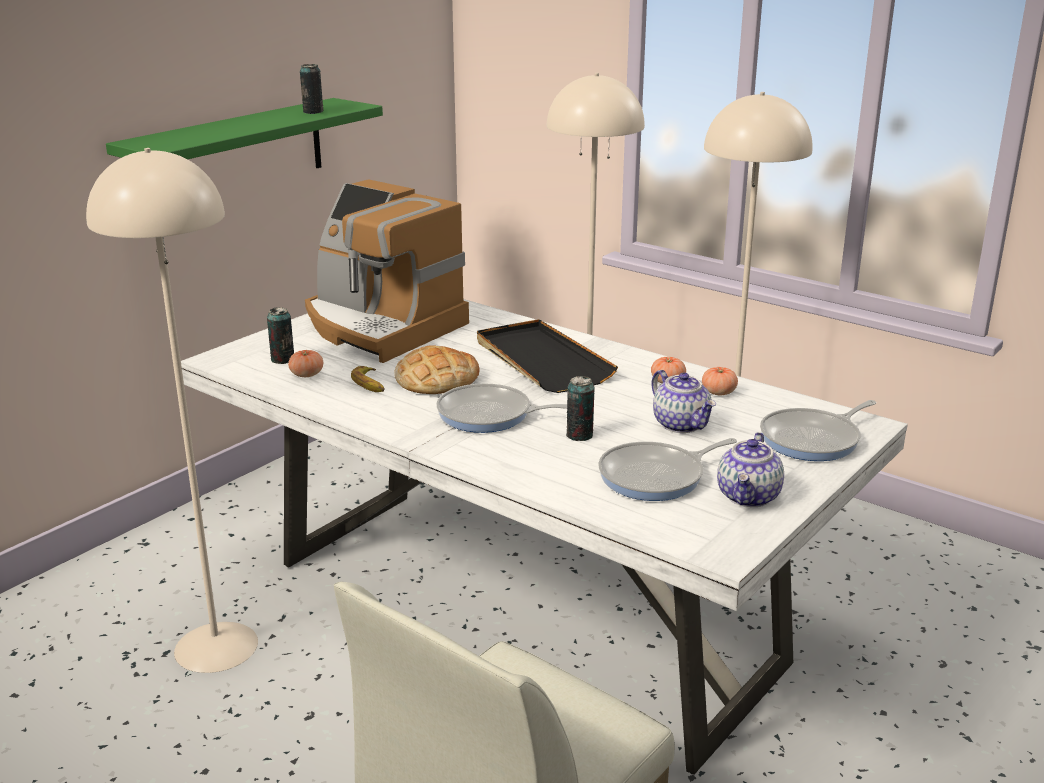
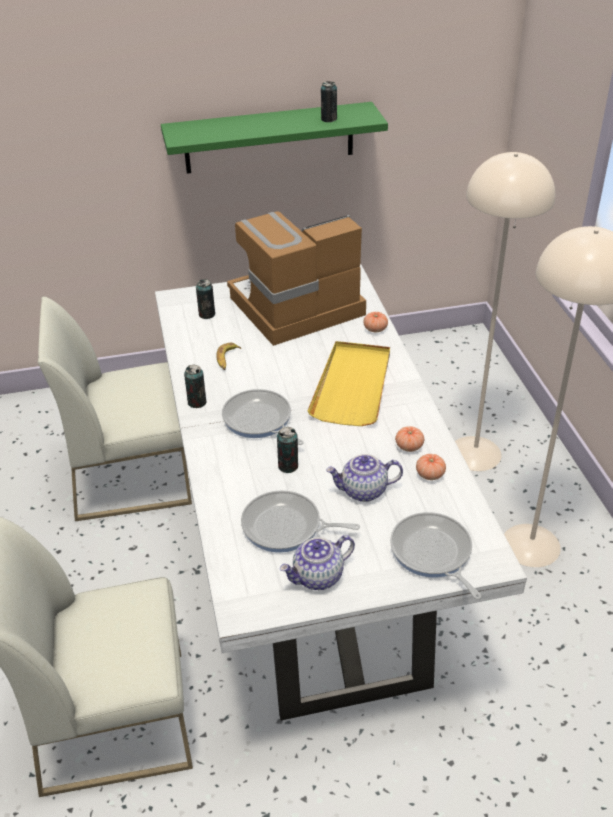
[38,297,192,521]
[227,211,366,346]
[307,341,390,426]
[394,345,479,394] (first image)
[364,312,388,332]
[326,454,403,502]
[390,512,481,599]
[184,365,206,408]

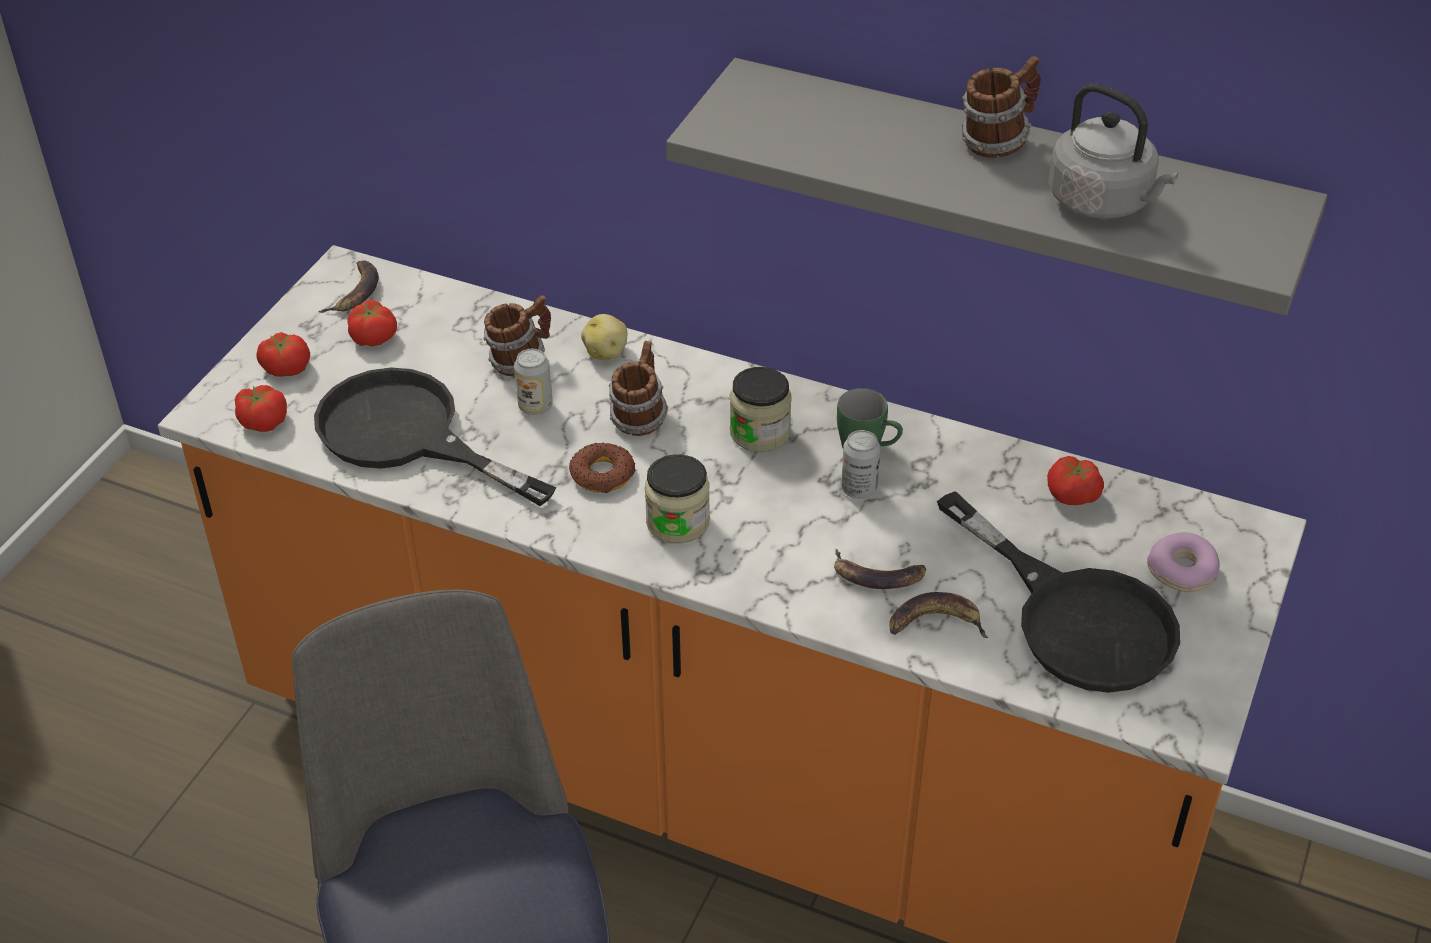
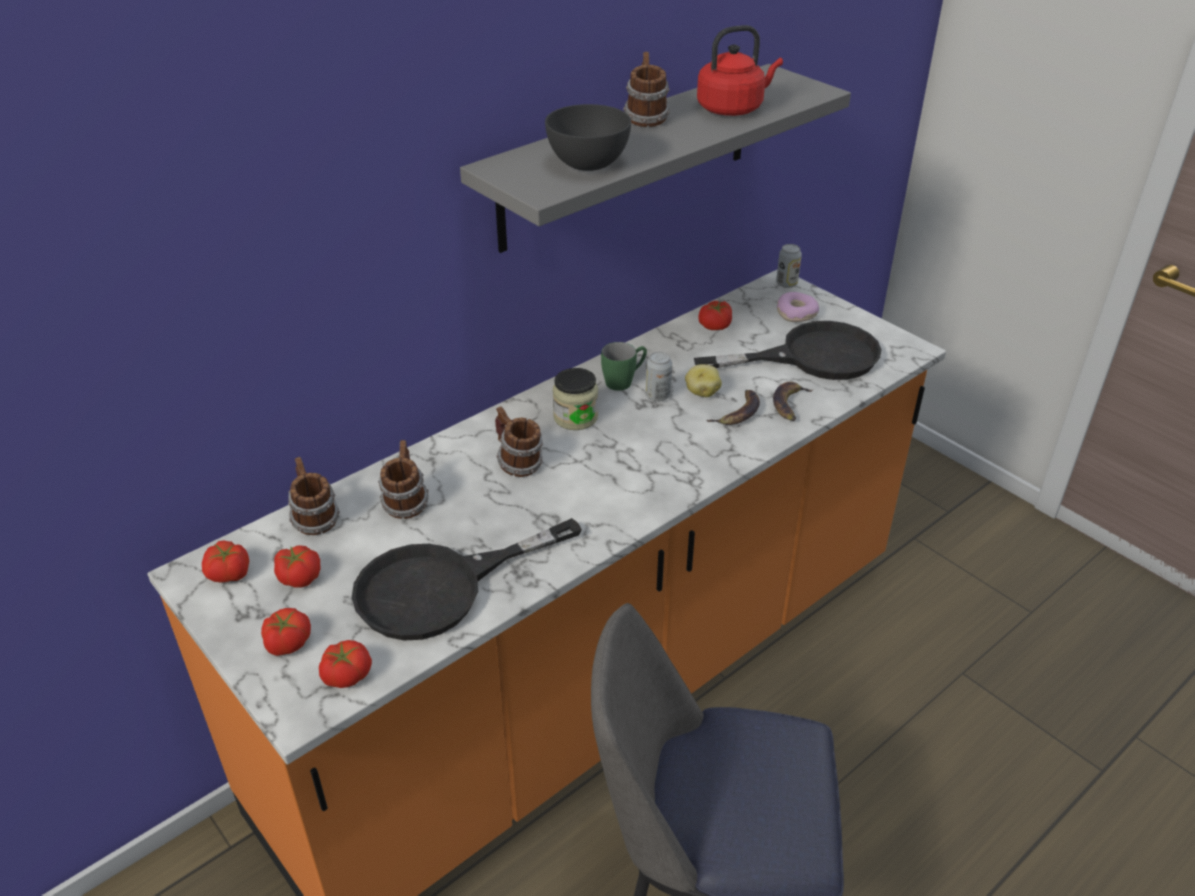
[697,25,783,116]
[202,540,249,583]
[685,364,722,397]
[776,244,802,288]
[569,442,636,493] (first image)
[645,454,710,543] (first image)
[545,104,631,171]
[288,457,340,535]

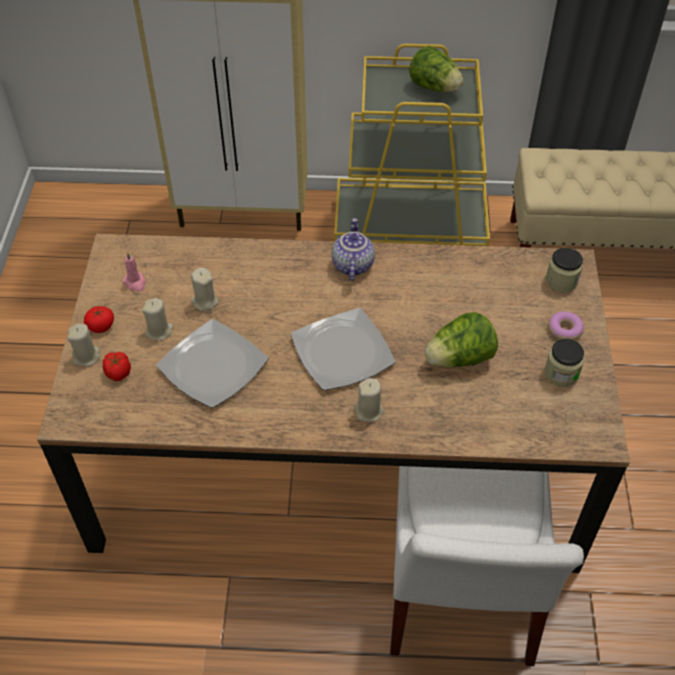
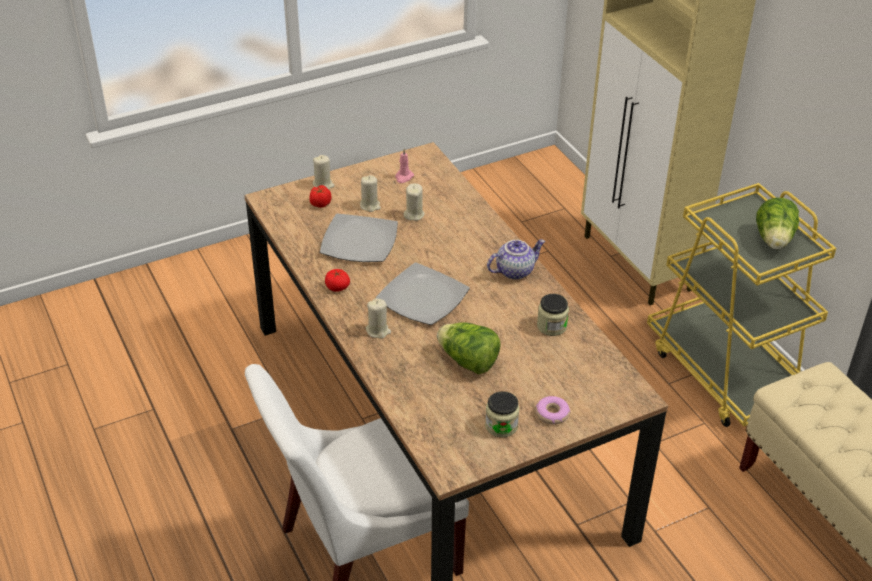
[537,294,569,336]
[325,269,350,292]

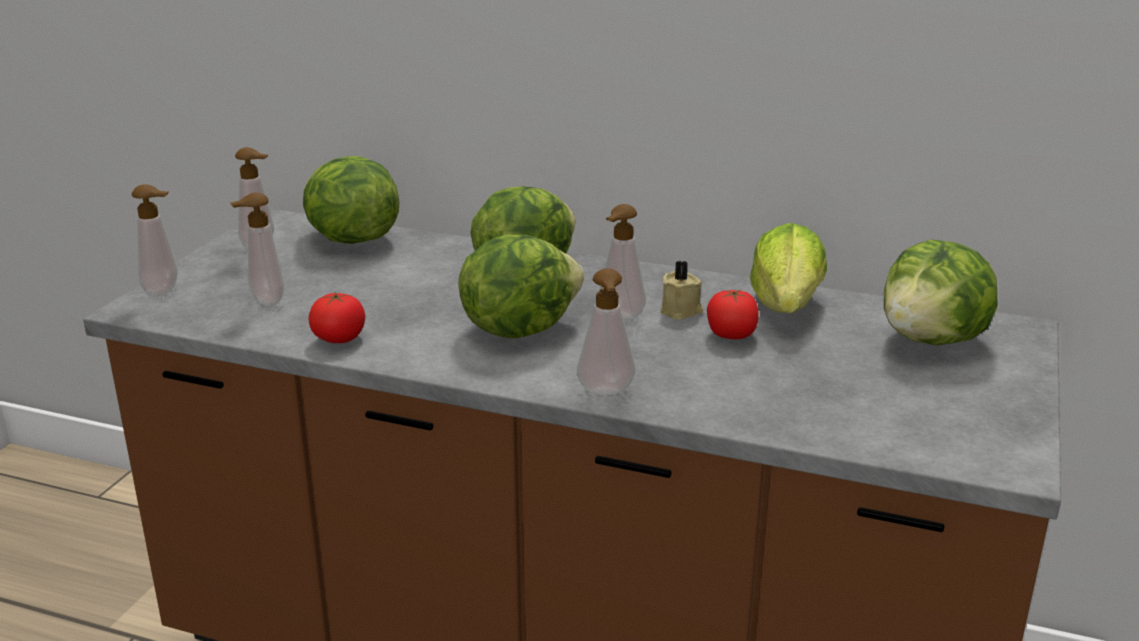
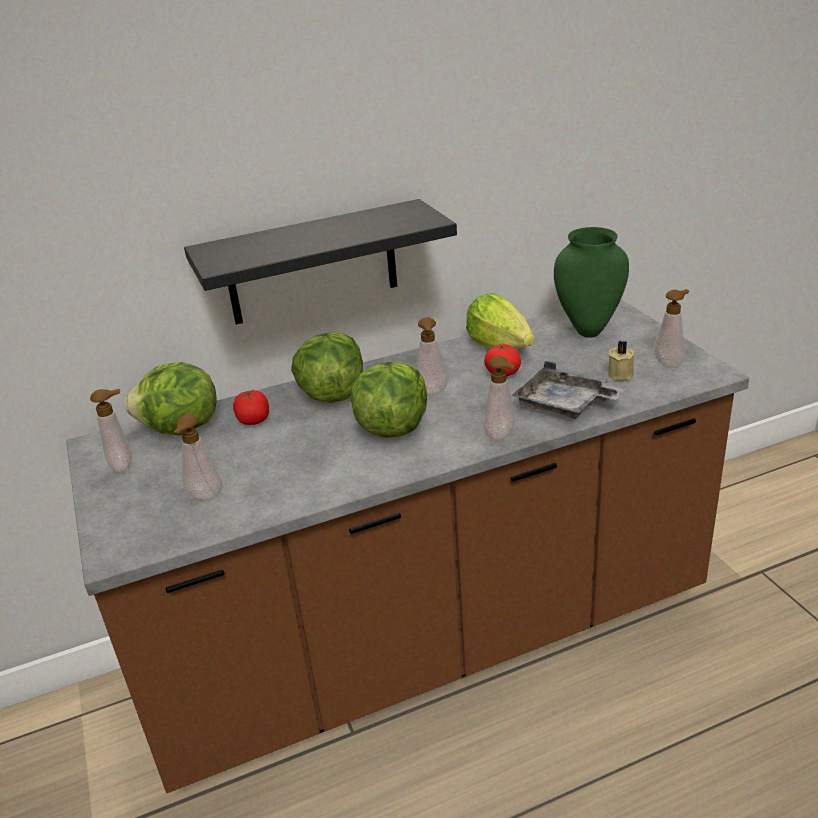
[654,289,689,368]
[554,227,629,338]
[608,341,634,381]
[233,390,269,425]
[184,199,457,325]
[511,361,625,419]

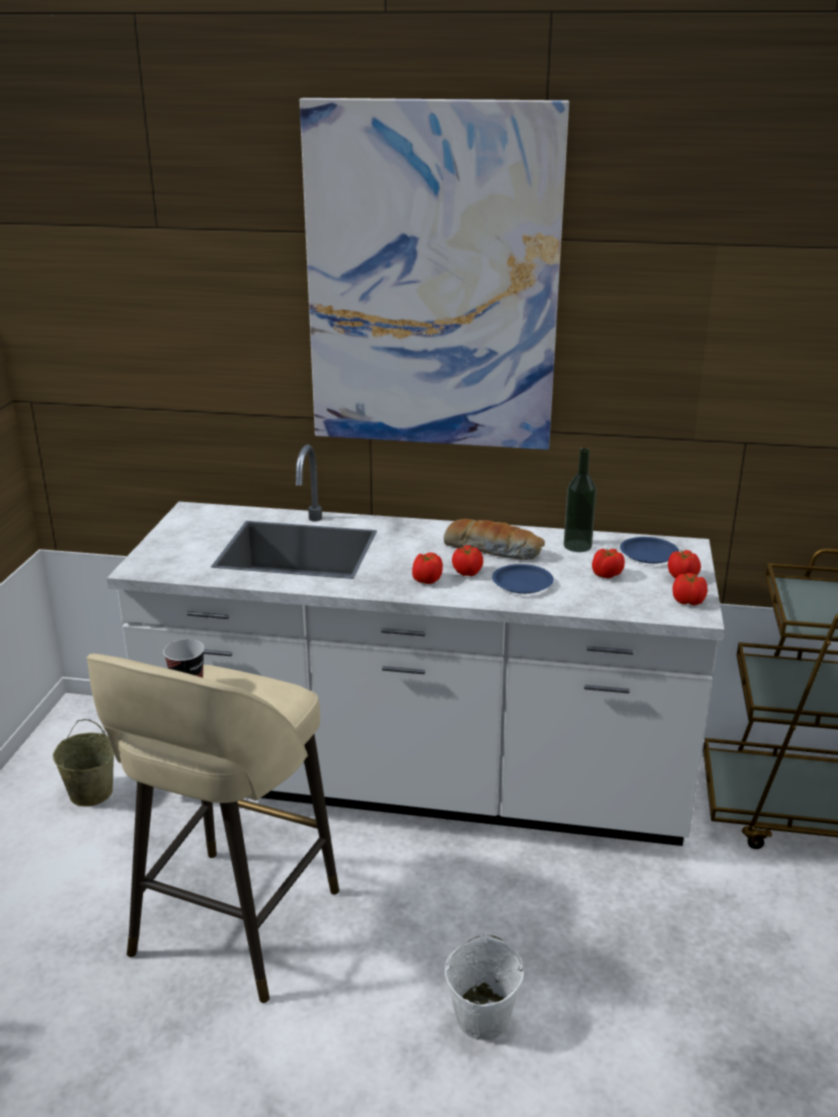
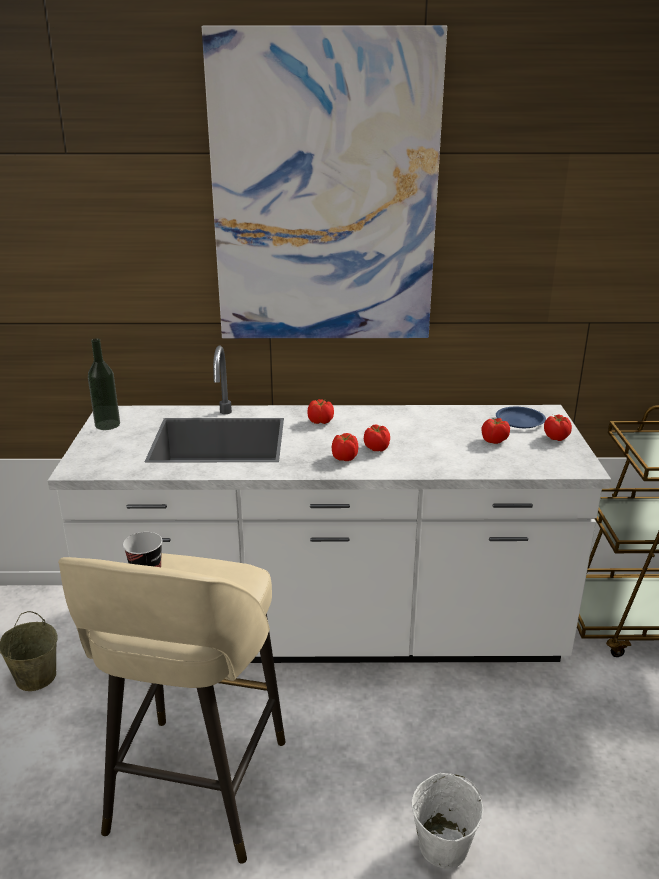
[88,338,120,430]
[444,519,545,560] (first image)
[492,564,554,594] (first image)
[307,399,334,424]

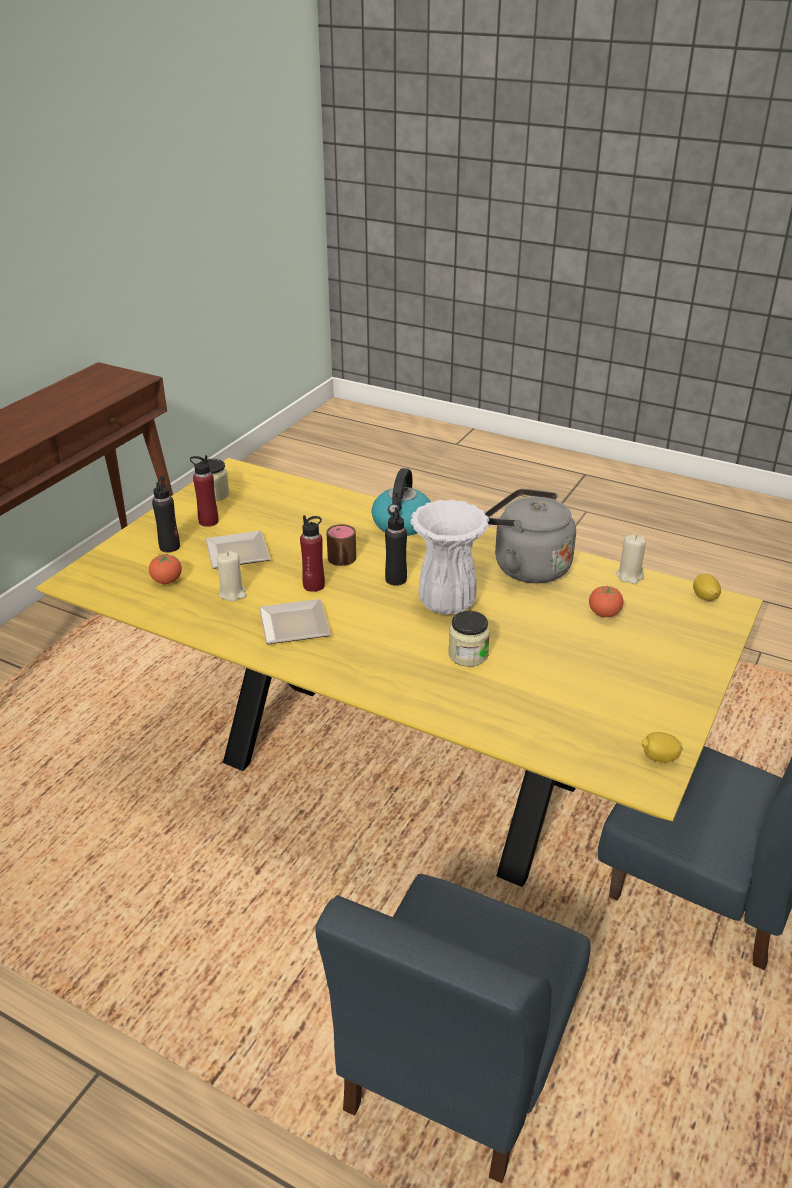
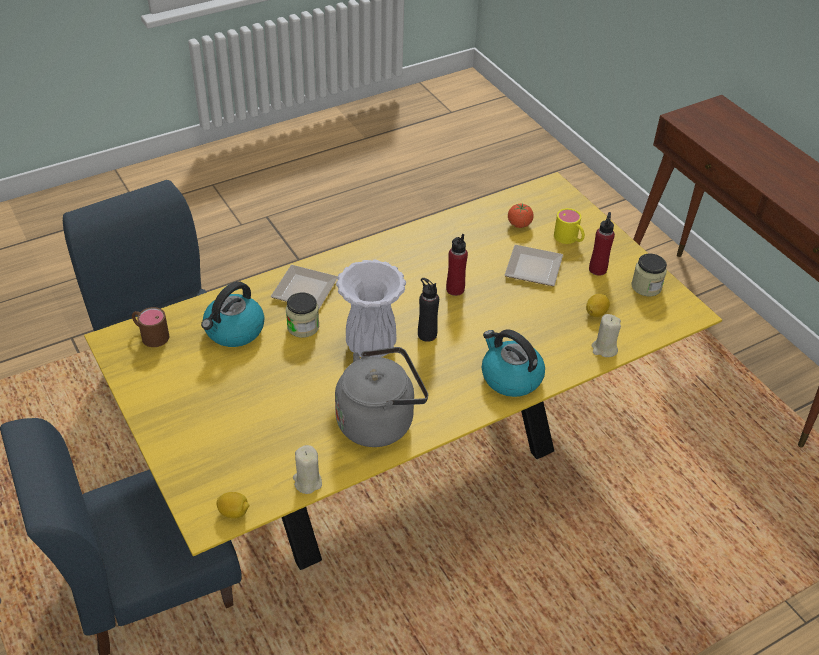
[554,208,585,244]
[132,307,169,347]
[591,314,621,357]
[589,586,623,617] (first image)
[270,265,338,309]
[586,294,610,317]
[201,281,265,347]

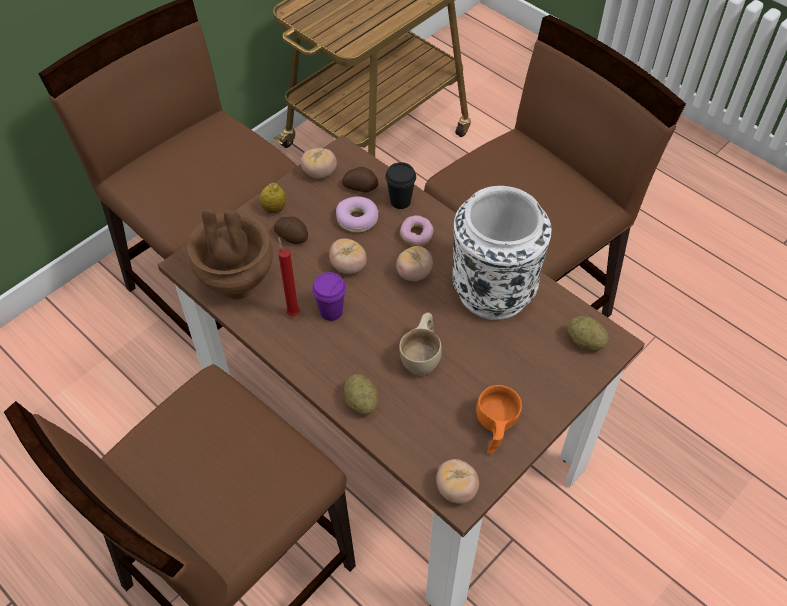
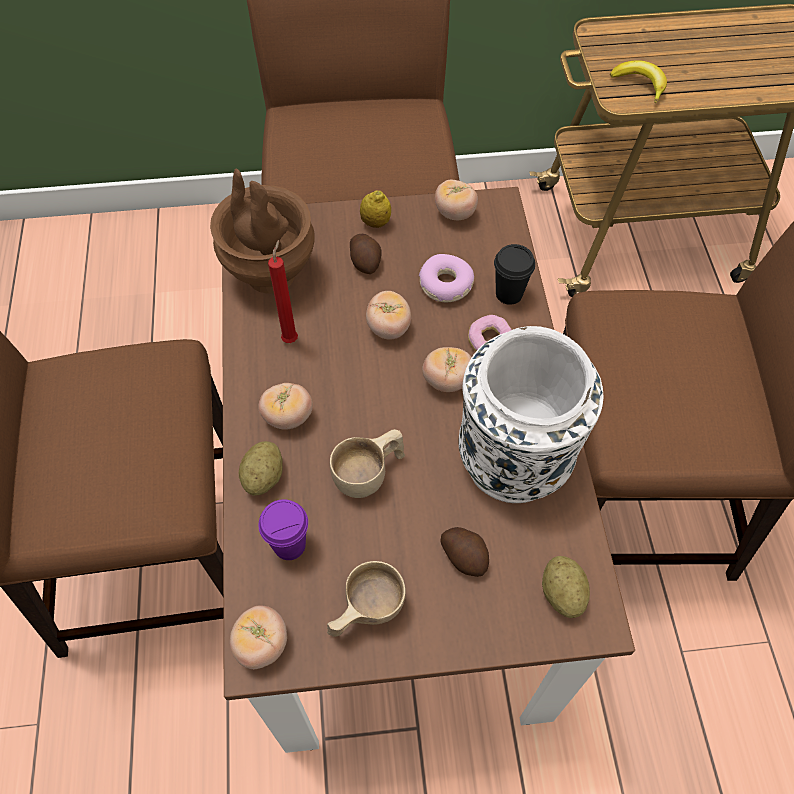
[440,527,489,577]
[259,499,308,560]
[327,561,406,637]
[610,60,667,103]
[259,383,313,430]

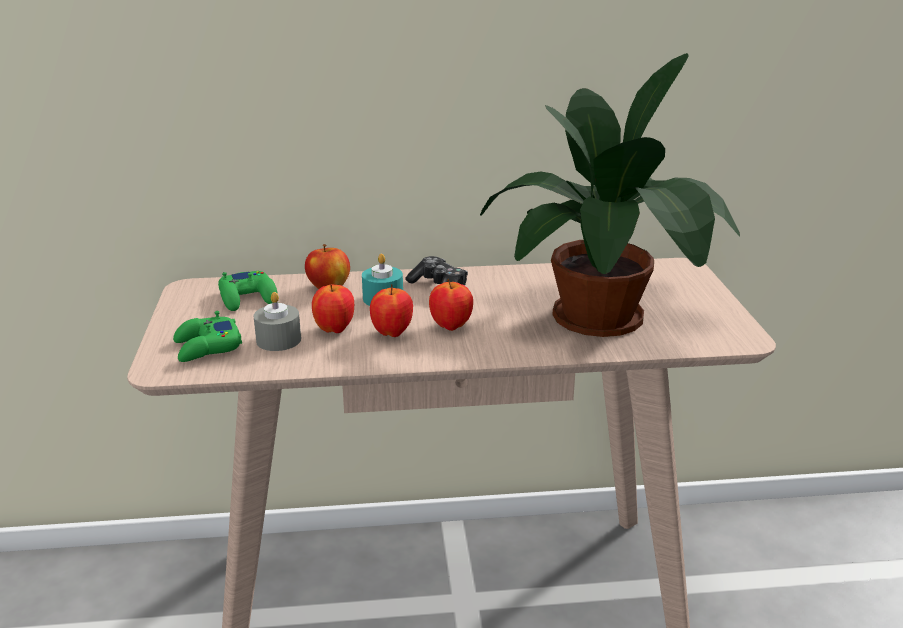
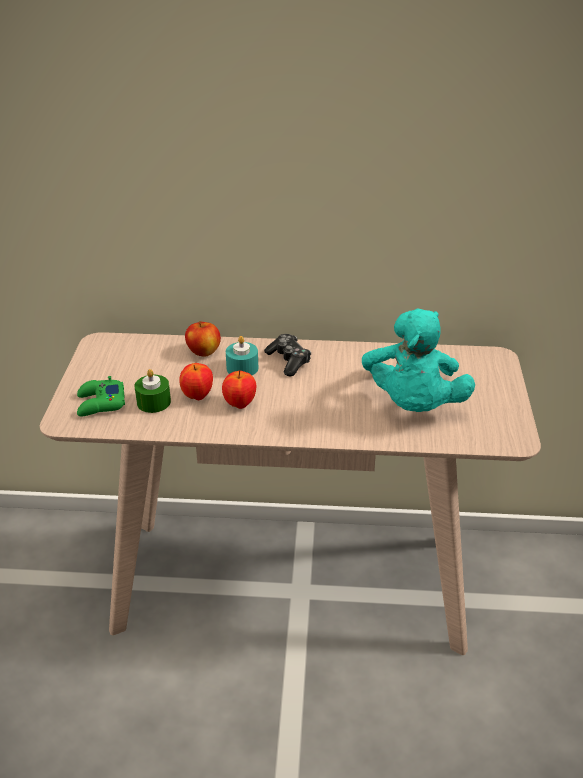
[362,308,475,412]
[218,271,278,311] (first image)
[429,279,473,331] (first image)
[134,369,171,413]

